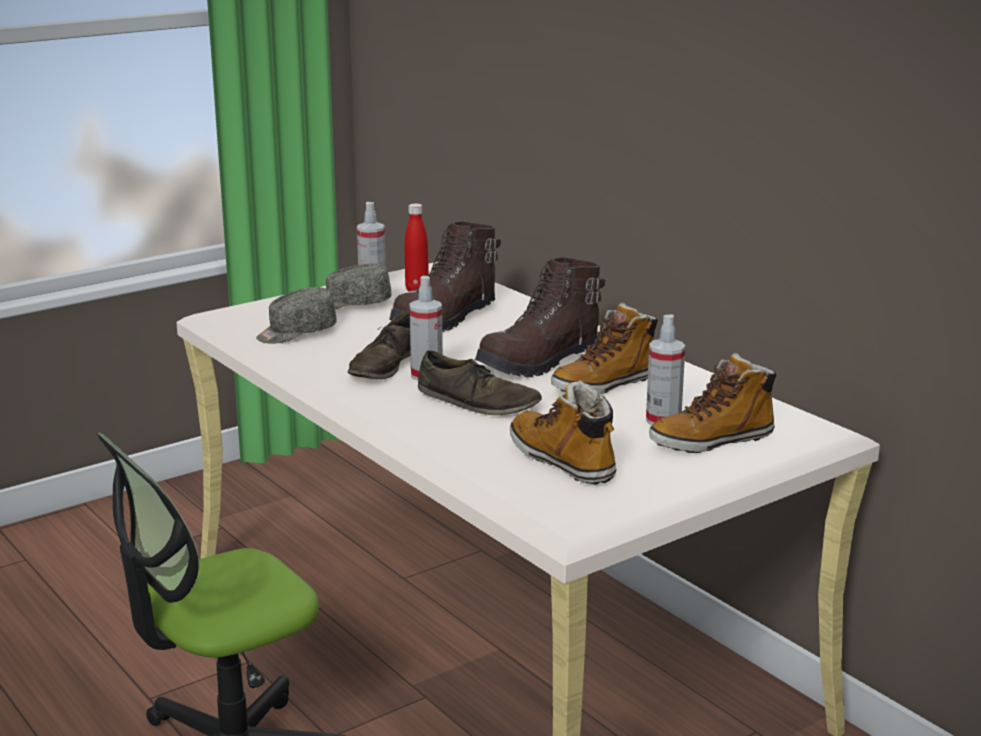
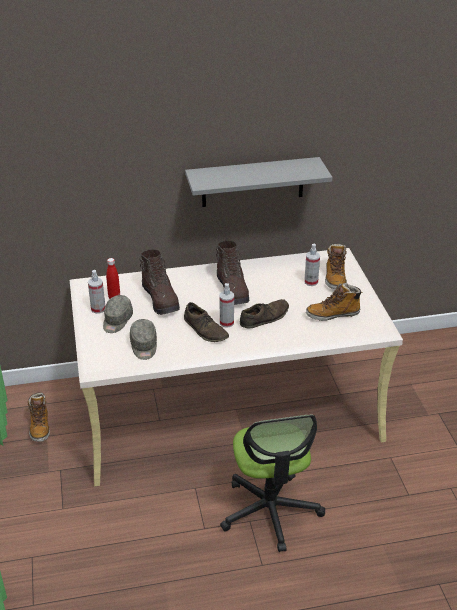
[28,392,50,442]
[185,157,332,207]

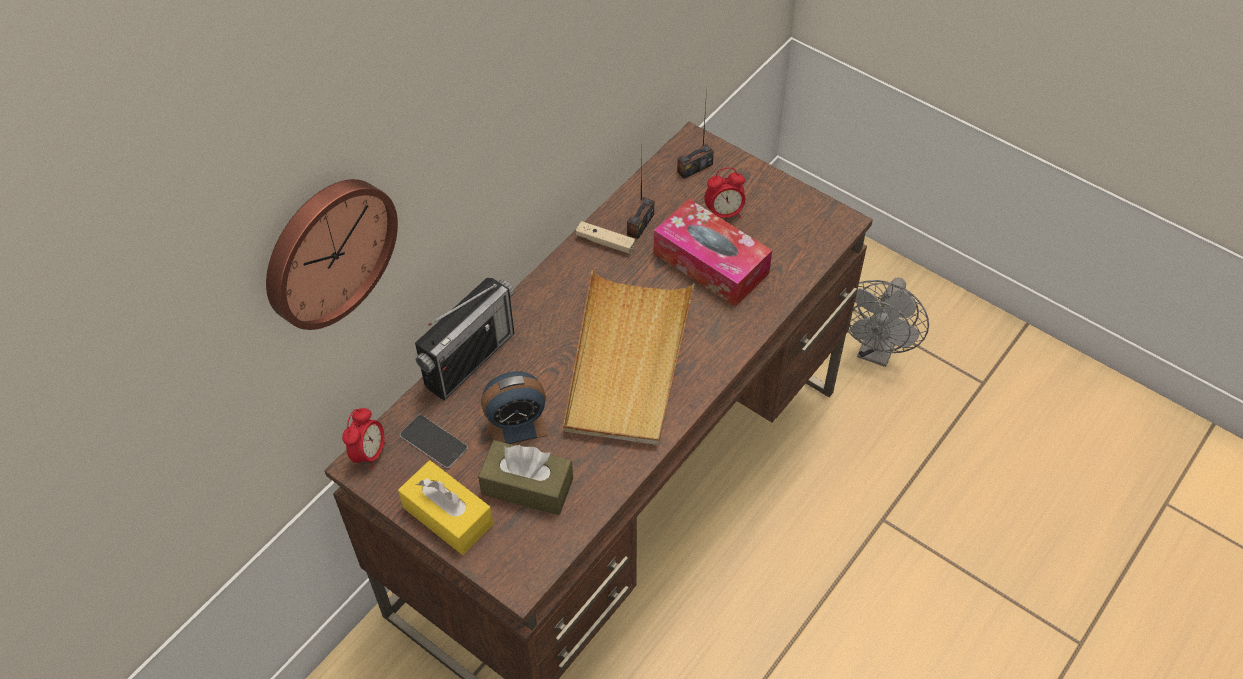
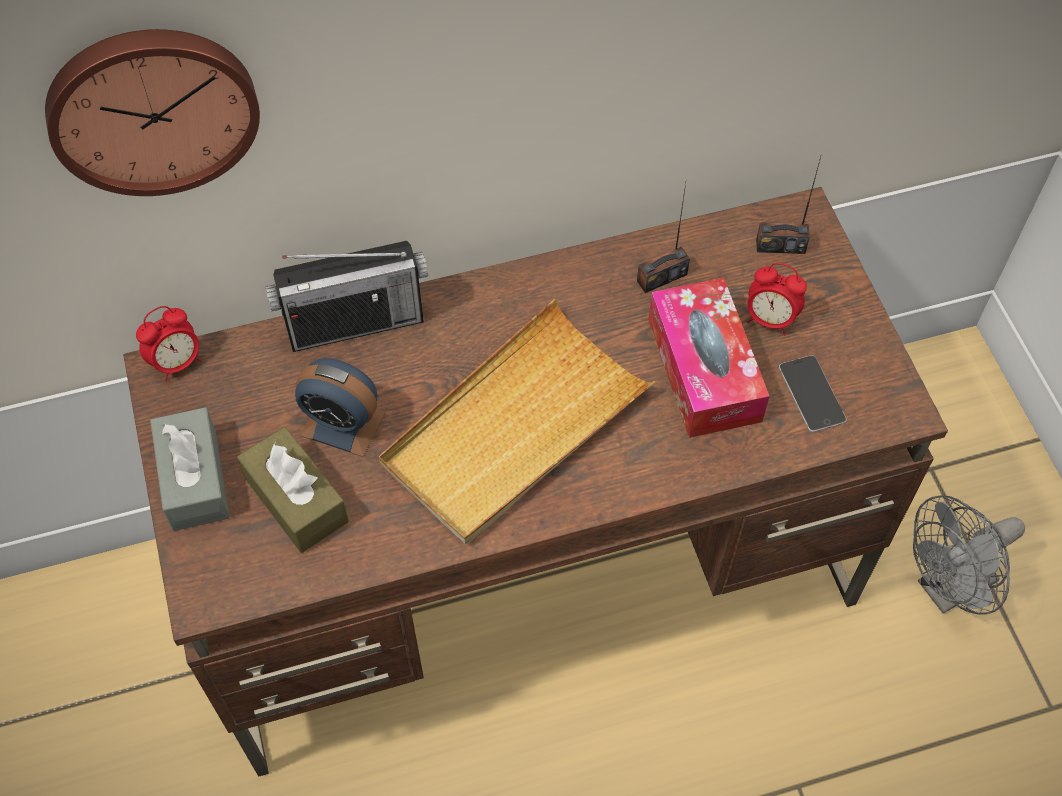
[576,221,635,254] (first image)
[779,355,847,432]
[150,407,230,531]

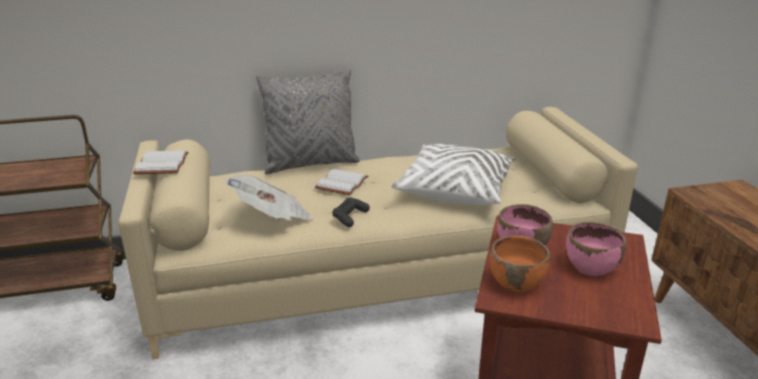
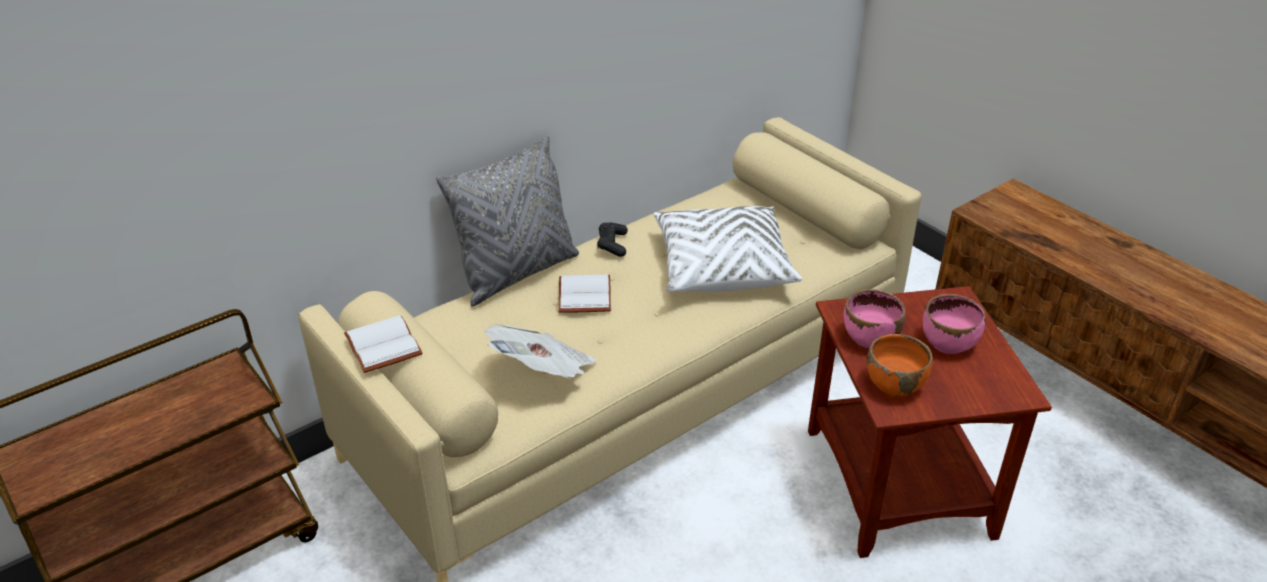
[597,222,628,257]

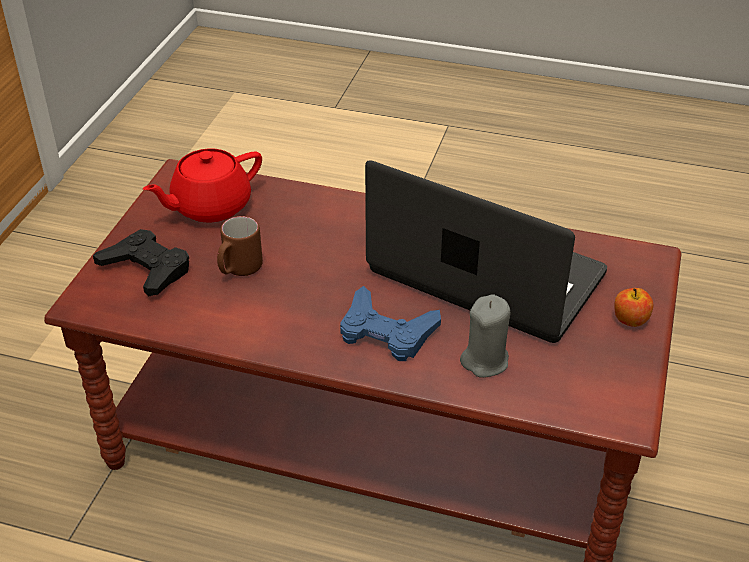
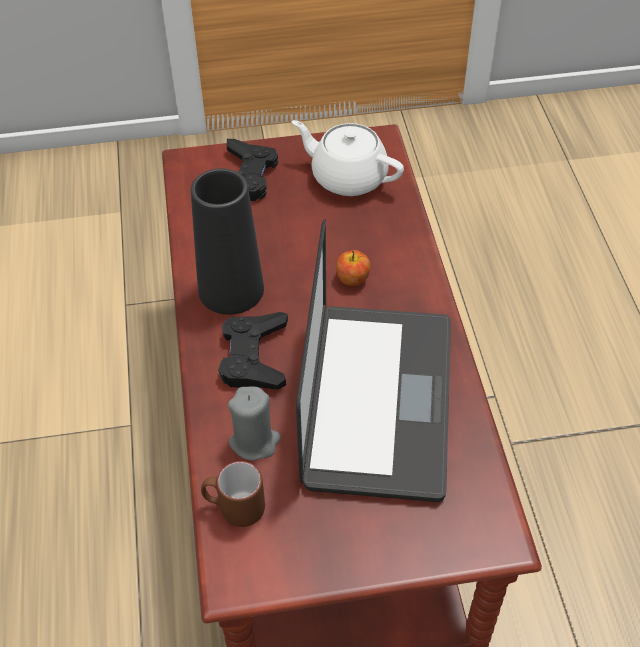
[292,120,404,196]
[201,461,265,527]
[218,312,288,390]
[336,250,370,286]
[191,168,264,315]

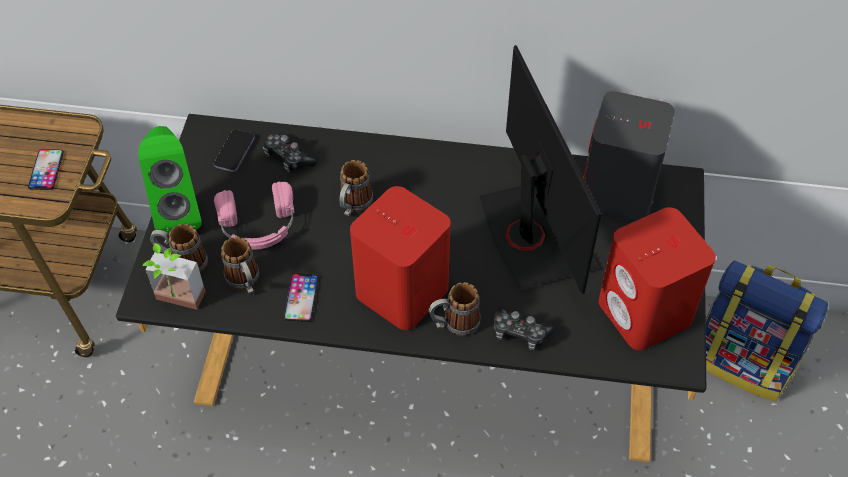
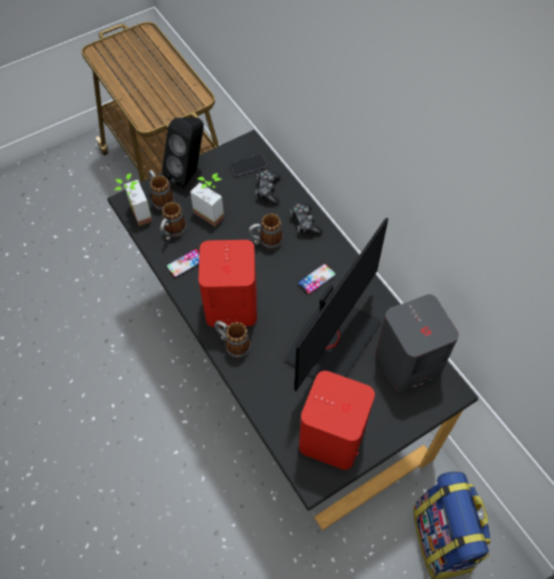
[162,117,204,188]
[297,263,337,295]
[190,173,224,226]
[290,203,323,236]

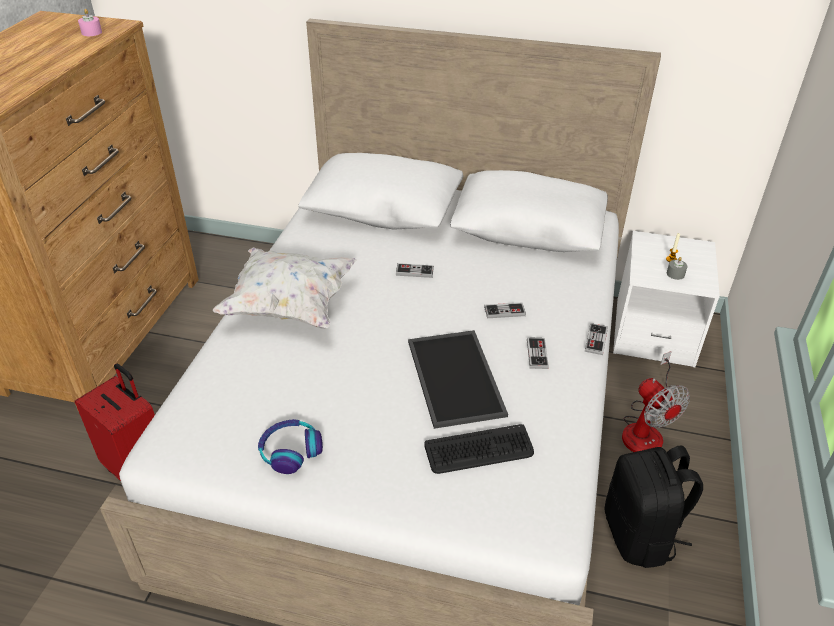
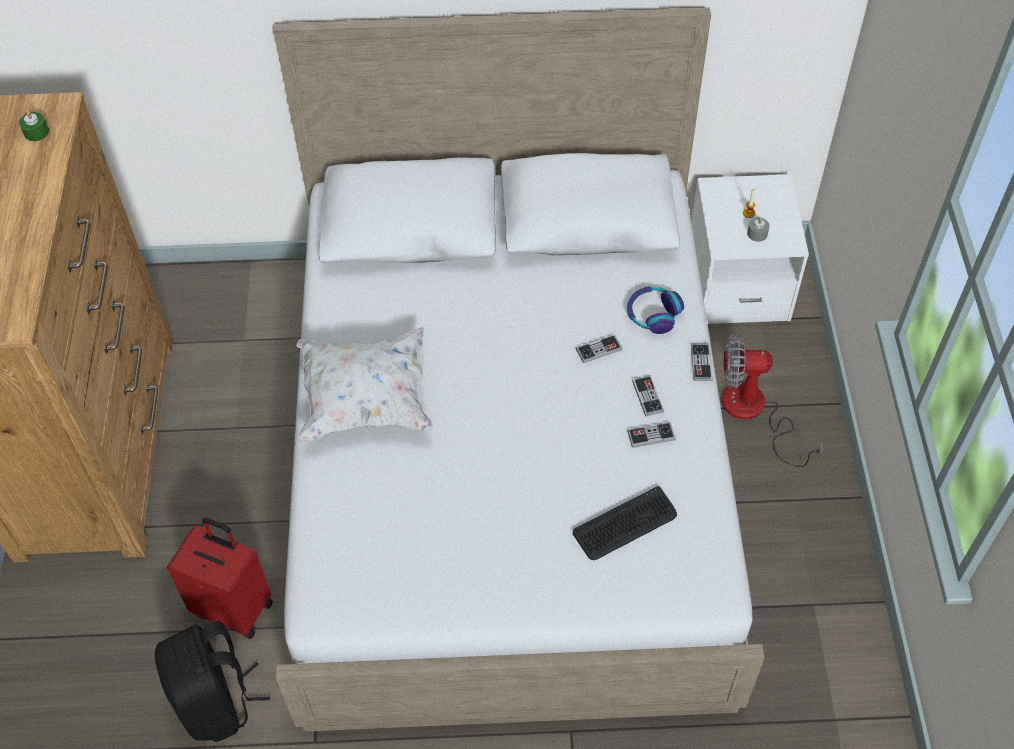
[19,111,49,141]
[627,422,676,448]
[408,330,508,429] (first image)
[722,334,823,467]
[627,286,684,334]
[155,621,270,742]

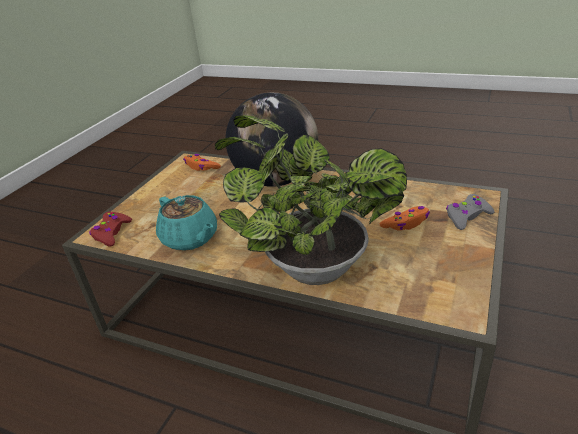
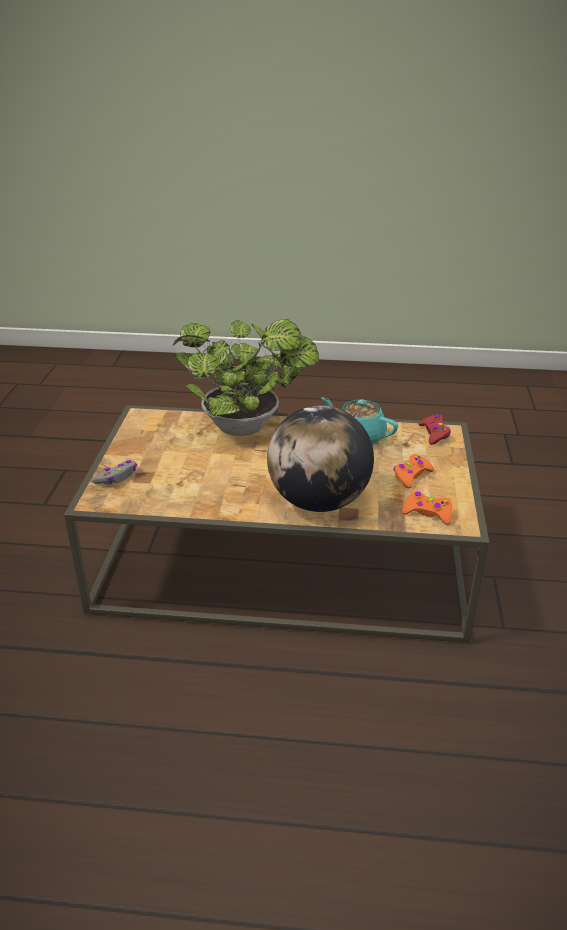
[393,454,434,488]

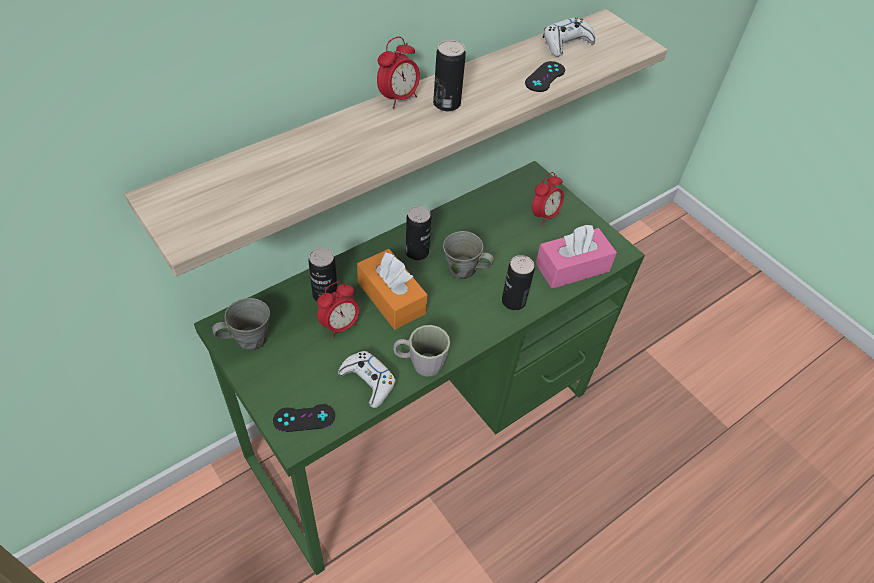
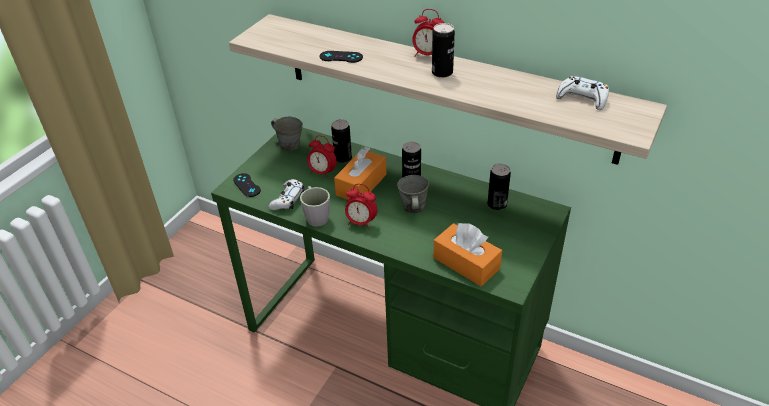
[320,51,363,63]
[345,184,377,230]
[433,222,502,286]
[488,164,511,210]

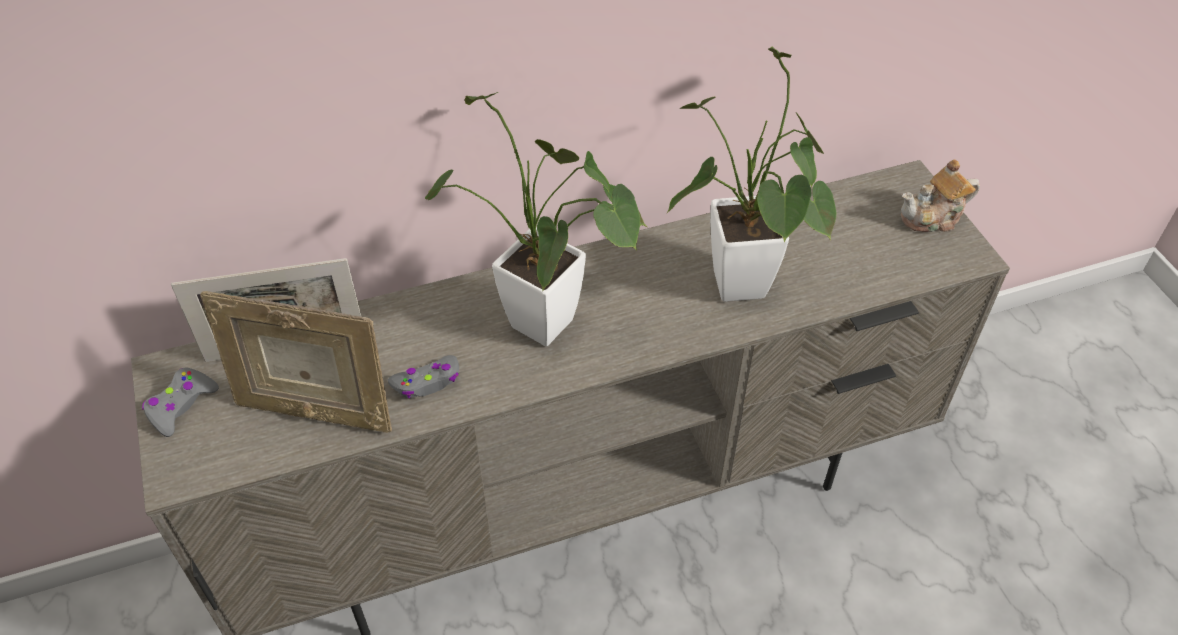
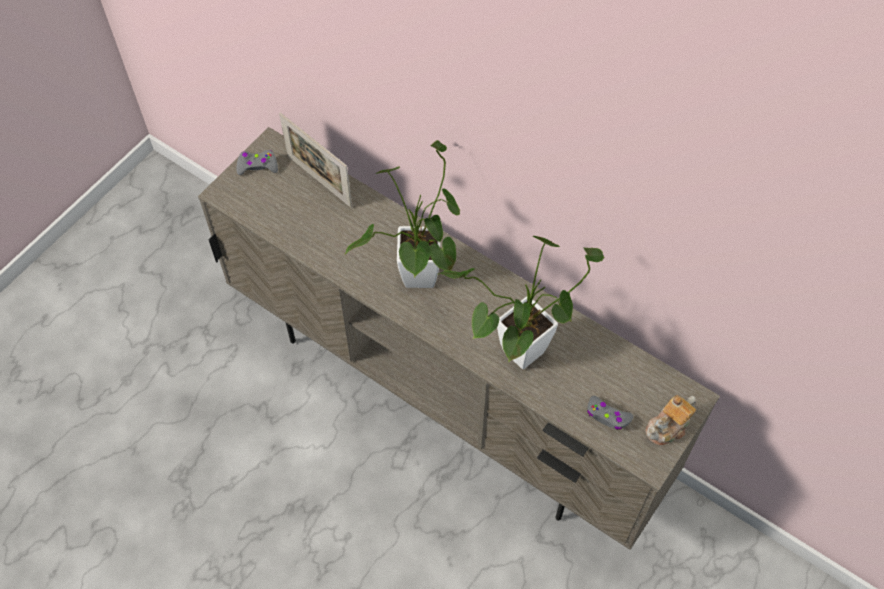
[645,395,696,445]
[200,291,392,433] (first image)
[587,396,634,430]

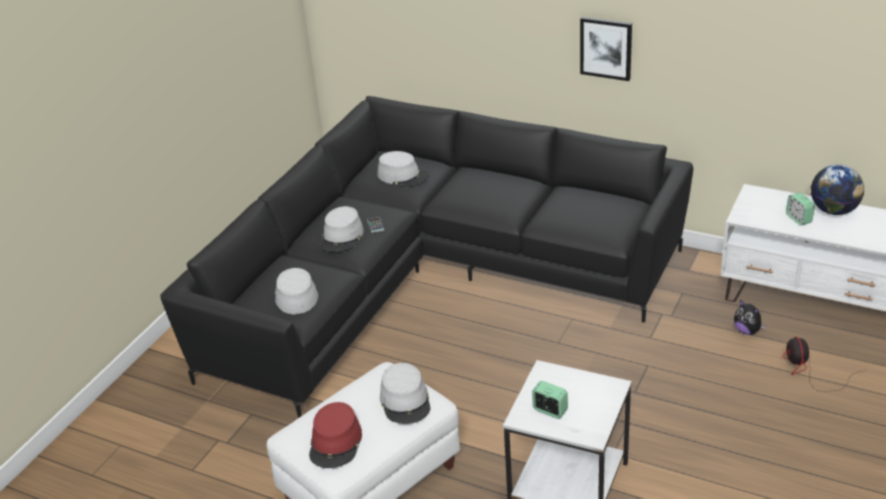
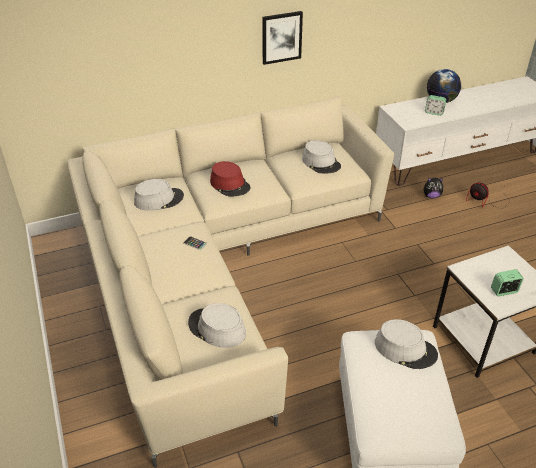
[67,97,394,468]
[302,140,341,173]
[210,161,251,197]

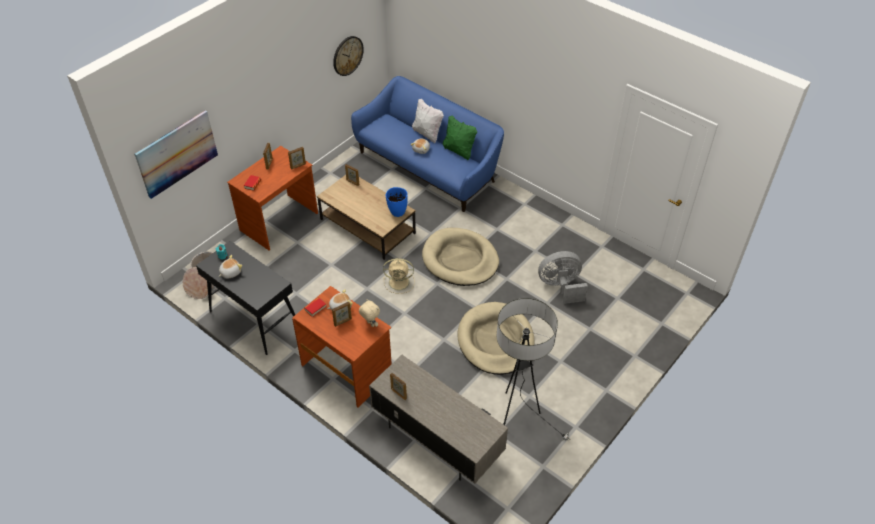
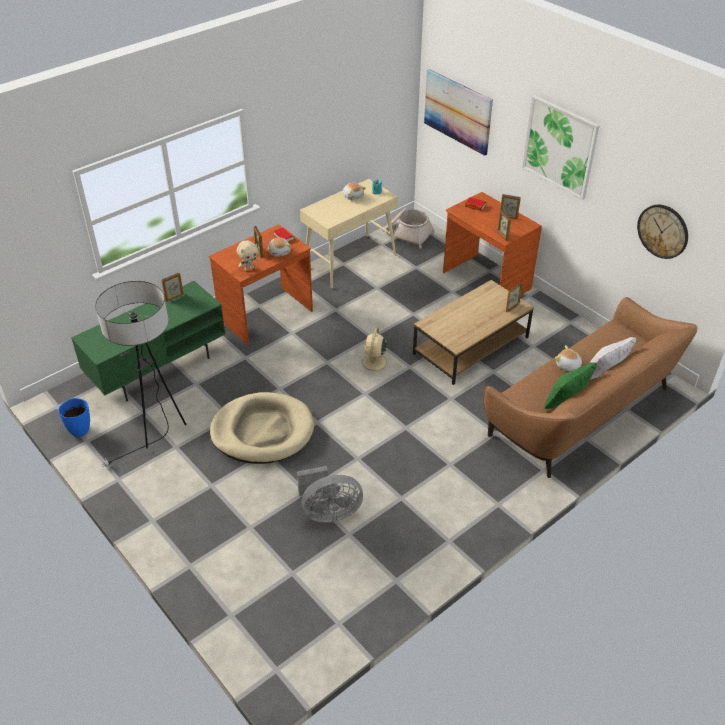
[483,297,697,478]
[58,398,90,437]
[422,228,499,286] (first image)
[300,179,398,289]
[297,466,363,523]
[71,281,226,401]
[522,95,600,200]

